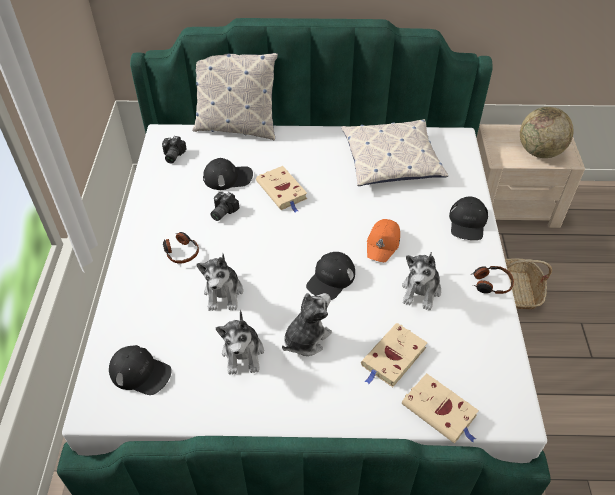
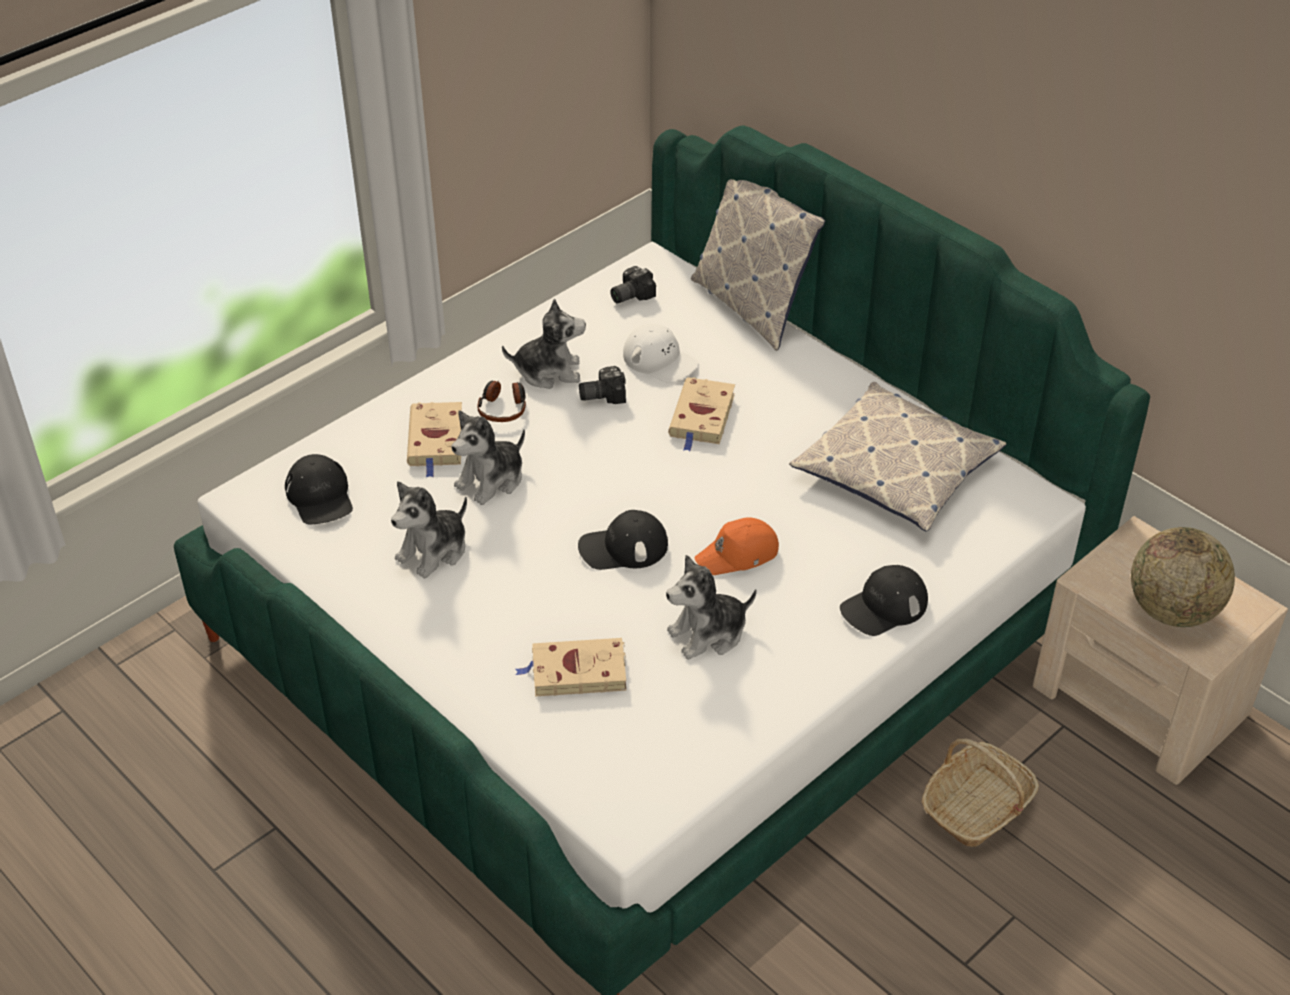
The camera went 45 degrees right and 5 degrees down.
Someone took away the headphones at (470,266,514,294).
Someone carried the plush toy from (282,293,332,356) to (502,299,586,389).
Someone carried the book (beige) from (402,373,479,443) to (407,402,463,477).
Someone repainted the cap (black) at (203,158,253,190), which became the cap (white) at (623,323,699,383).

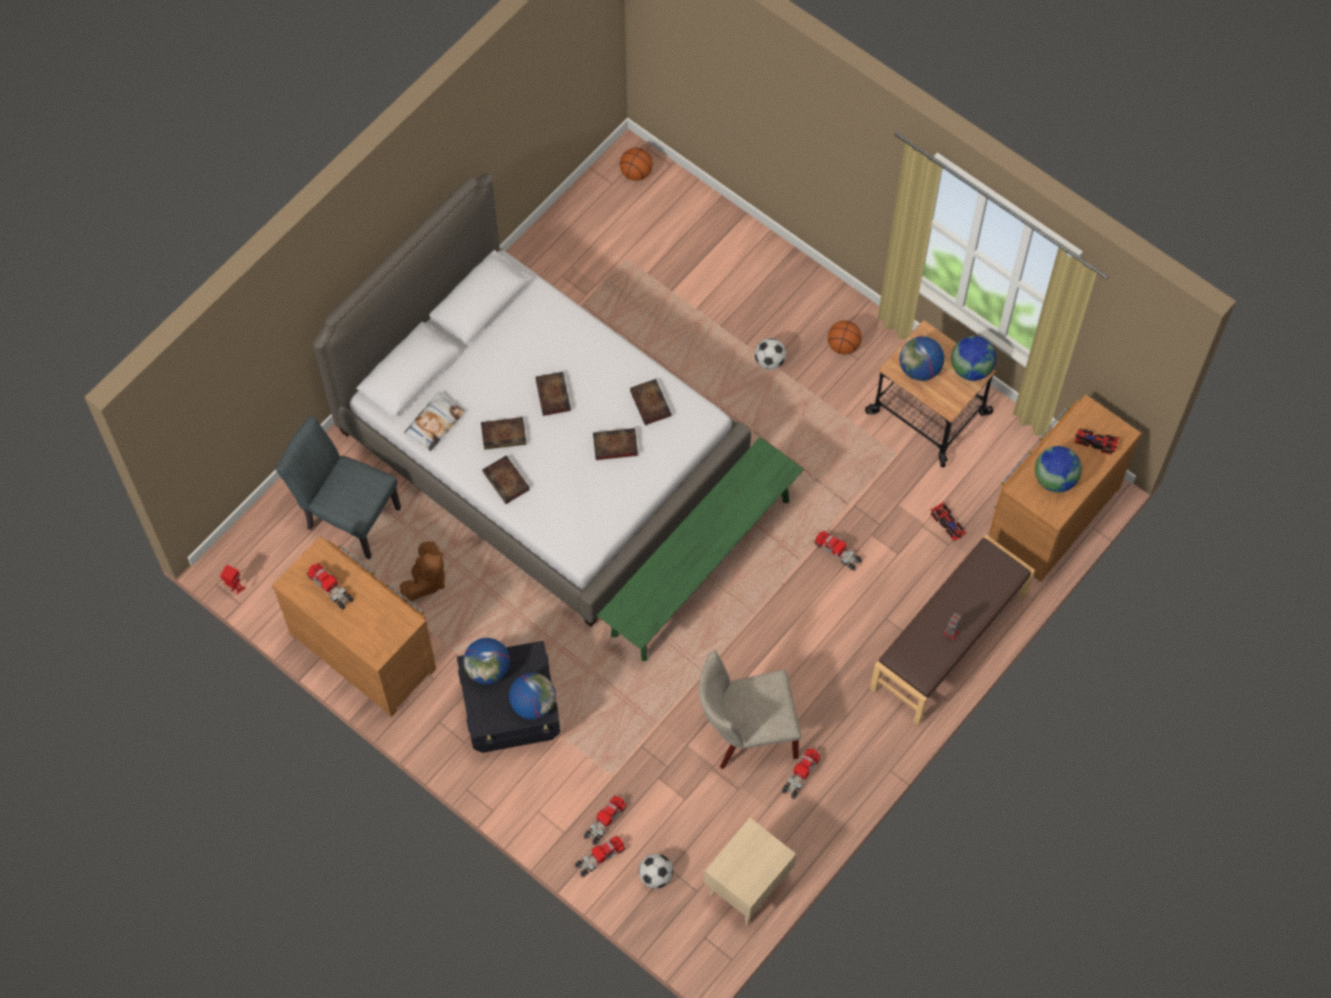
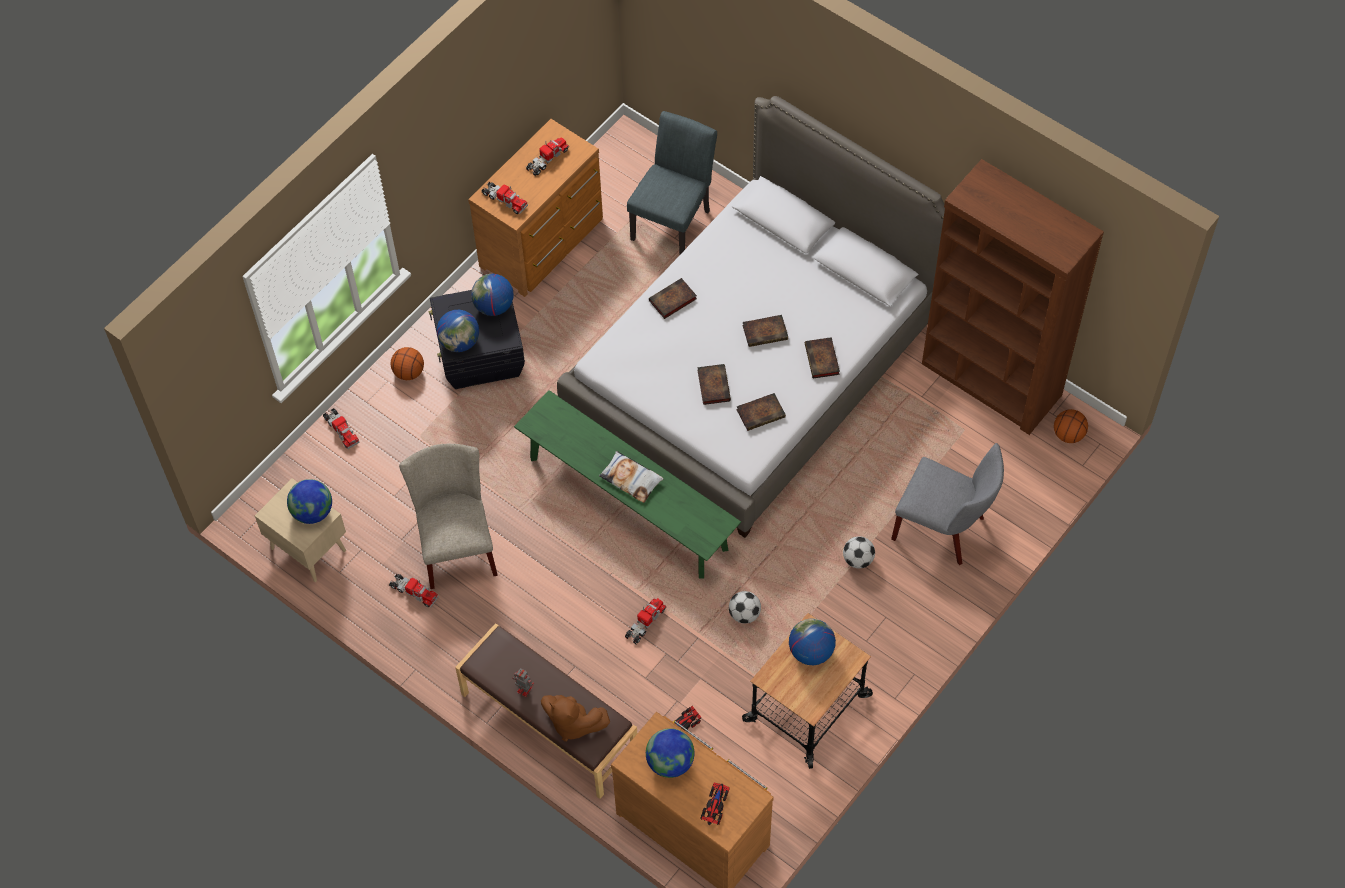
The camera went 90 degrees right and 5 degrees down.
Someone took away the toy robot at (220,565,246,594).
Someone put down the chair (grey) at (891,443,1004,565).
Someone put down the bookcase (brown) at (922,159,1104,435).
Someone carried the plush toy (brown) from (400,541,445,602) to (541,695,610,742).
Someone carried the pillow from (404,391,465,451) to (599,451,664,503).
Someone carried the book from (481,417,526,450) to (805,337,840,379).
Someone carried the toy truck from (583,795,627,846) to (481,182,528,214).
Someone carried the football from (639,854,673,889) to (729,591,761,624).
Someone carried the basketball from (828,321,862,355) to (391,347,424,380).
Someone carried the globe from (951,336,996,381) to (287,479,332,524).

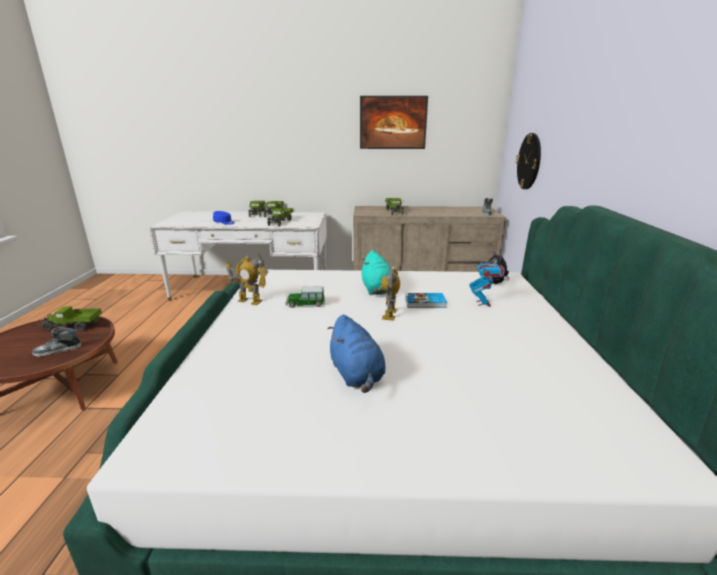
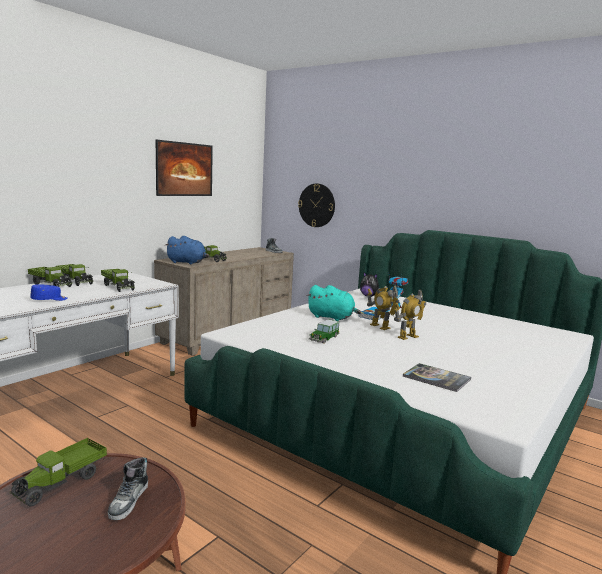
The camera went 55 degrees left and 10 degrees down.
Someone put down the book at (402,363,471,392).
Someone carried the toy robot from (225,254,268,305) to (394,289,426,340).
Someone carried the plush toy (blue) from (327,315,386,393) to (165,236,209,265).

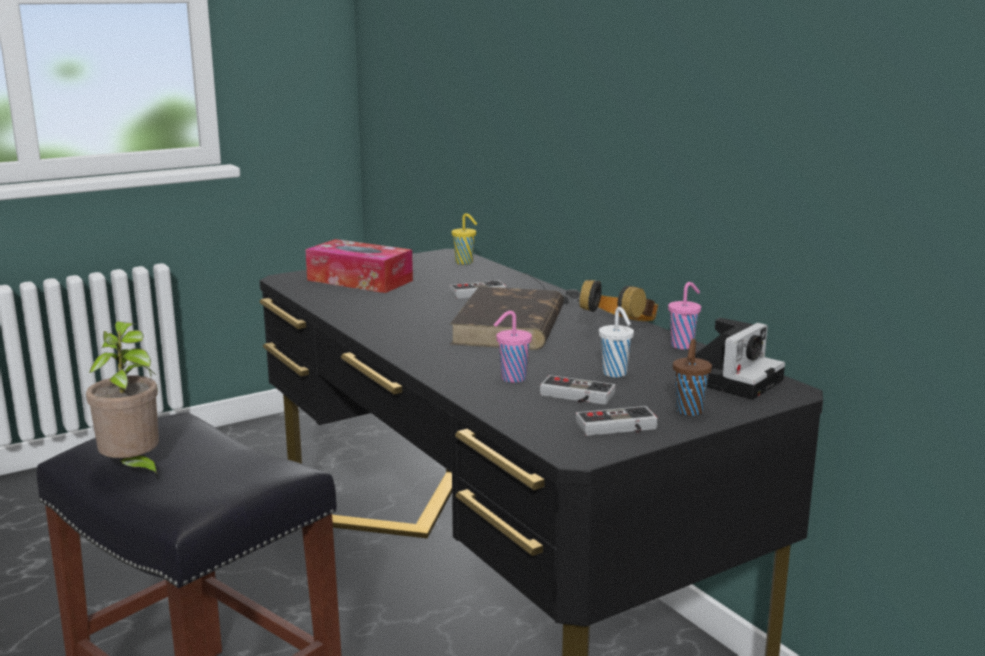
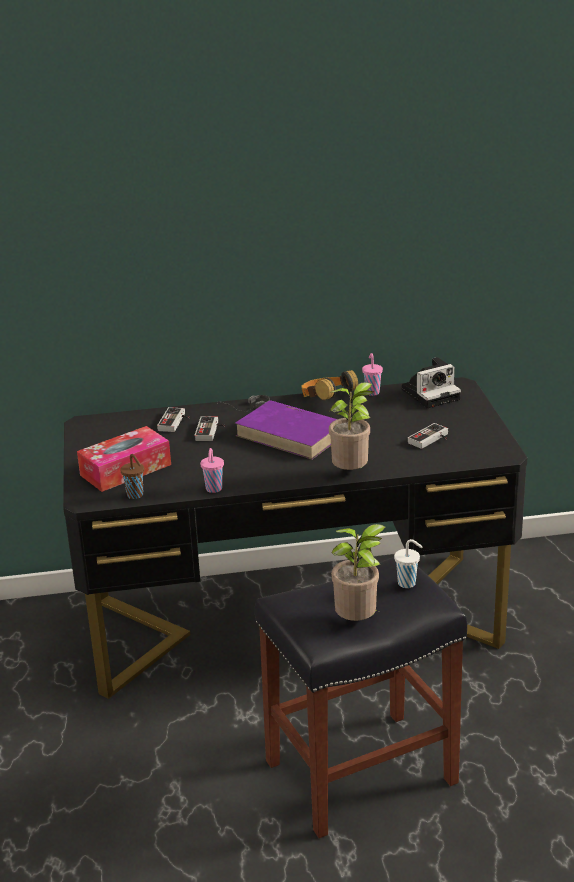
The camera went 65 degrees left and 10 degrees up.
Someone took away the cup (yellow) at (451,213,477,265).
Someone put down the potted plant at (329,382,373,470).
Someone carried the cup (pink) from (494,311,532,383) to (200,448,224,493).
Someone carried the game controller from (576,406,658,436) to (157,407,190,432).
Someone carried the cup (white) from (599,307,634,378) to (394,539,422,588).
Someone carried the cup (brown) from (673,339,712,416) to (120,454,144,499).
Someone repainted the book (brown) at (450,286,564,350), which became the book (purple) at (235,400,337,460).
Someone rotated the photo camera at (695,318,785,400) by 90 degrees clockwise.

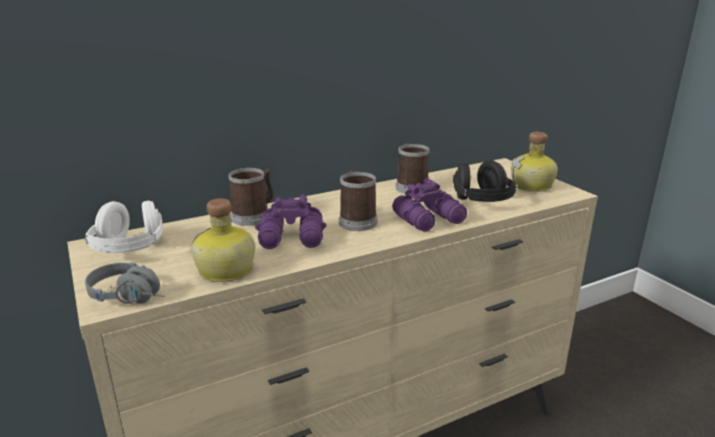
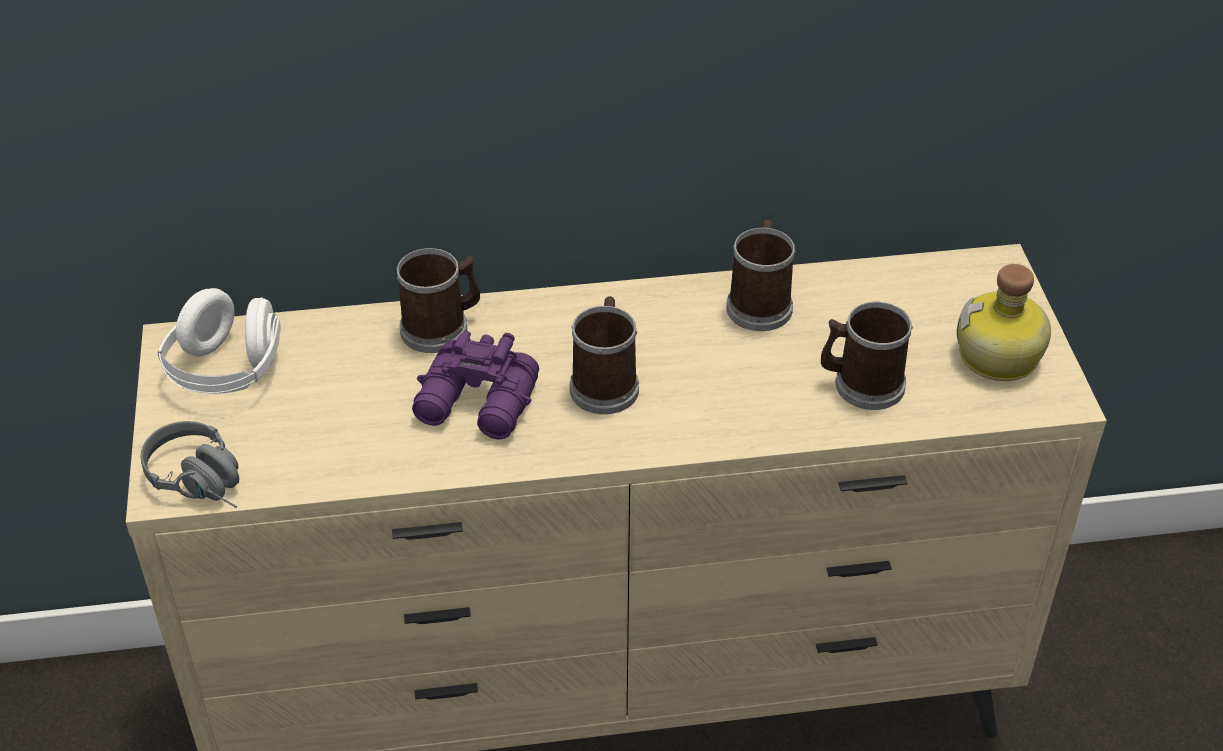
The camera went 20 degrees right and 20 degrees up.
Someone took away the bottle at (192,198,255,282).
Someone took away the binoculars (purple) at (392,178,467,232).
Someone swapped the headphones (black) at (453,160,517,202) for the mug at (821,302,913,410).

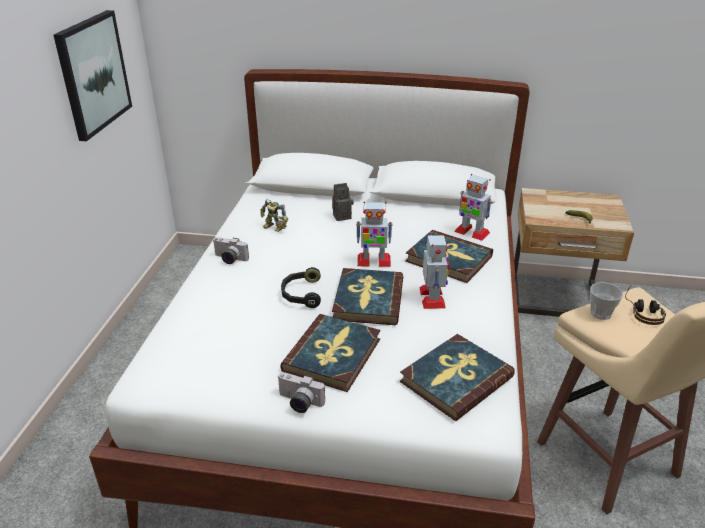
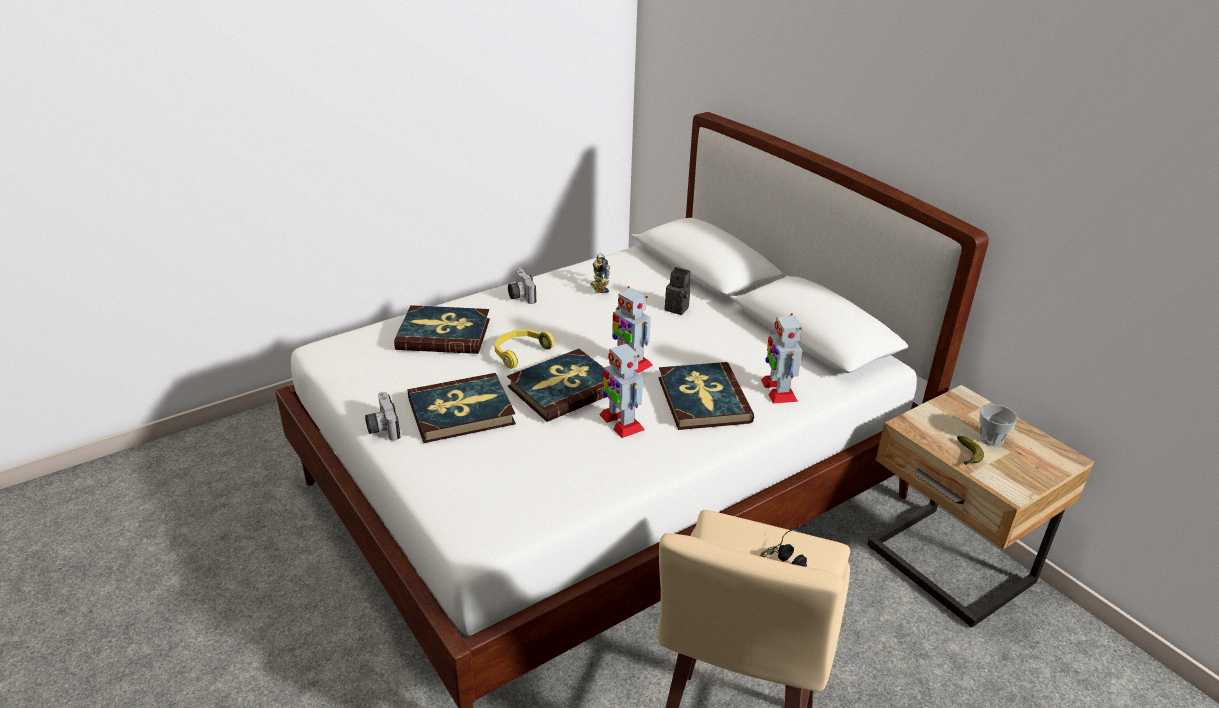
The camera went 45 degrees right and 0 degrees up.
Someone took away the picture at (53,10,132,141).
Someone carried the book from (400,334,515,421) to (394,305,490,354).
Someone carried the cup from (590,282,623,320) to (979,404,1017,446).
Someone repainted the headphones (black) at (281,267,321,308), which became the headphones (yellow) at (495,329,554,369).
Someone rotated the toy robot at (420,232,449,309) by 105 degrees clockwise.

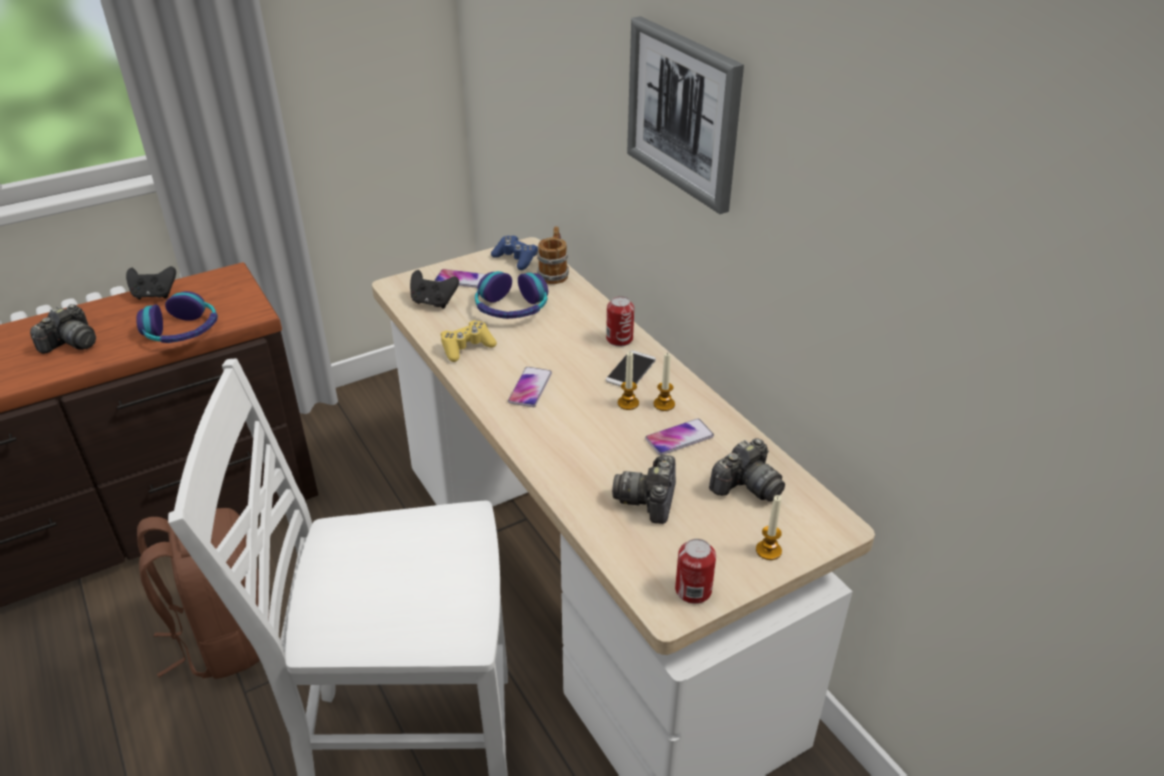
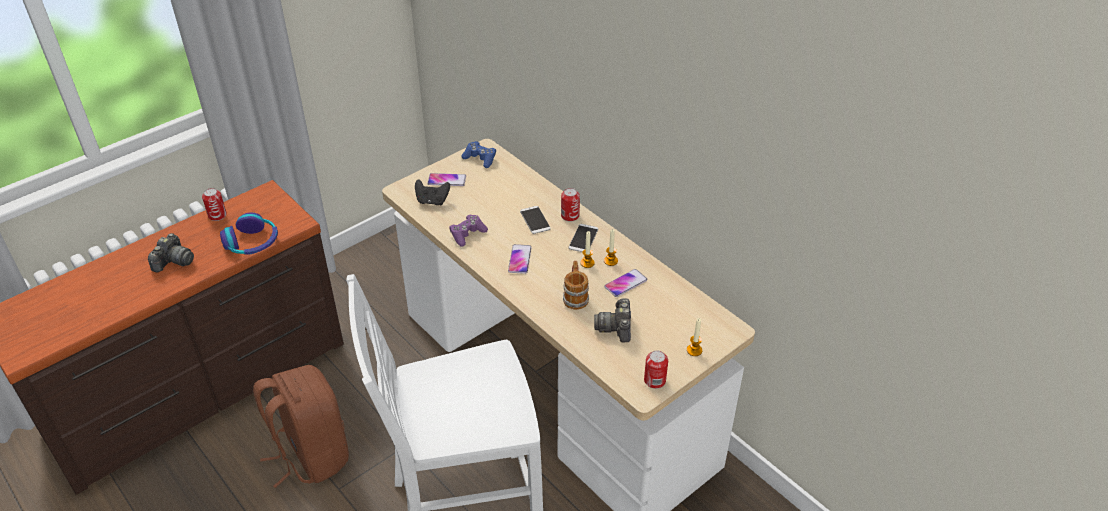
The camera went 10 degrees left and 5 degrees up.
Someone took away the headphones at (475,271,548,319).
Someone took away the picture at (627,16,744,214).
Someone took away the photo camera at (709,438,785,502).
Someone put down the phone at (520,206,551,234).
Someone carried the mug from (537,226,569,284) to (563,261,589,310).
Someone swapped the game controller (black) at (126,266,176,299) for the can at (202,188,227,221).
Someone repainted the game controller (yellow) at (441,320,497,362), which became the game controller (purple) at (449,214,488,247).

